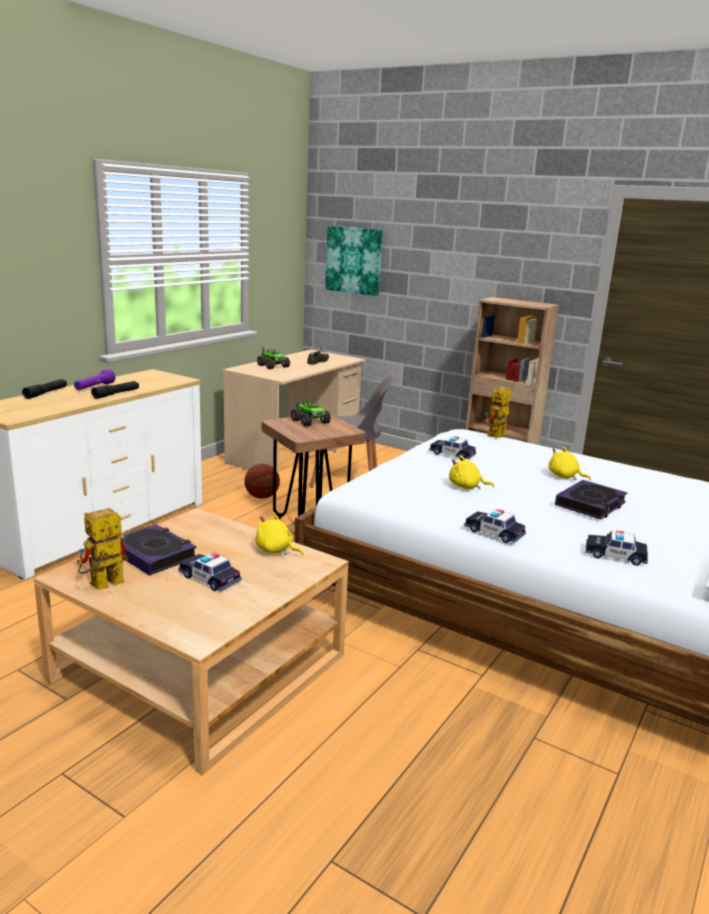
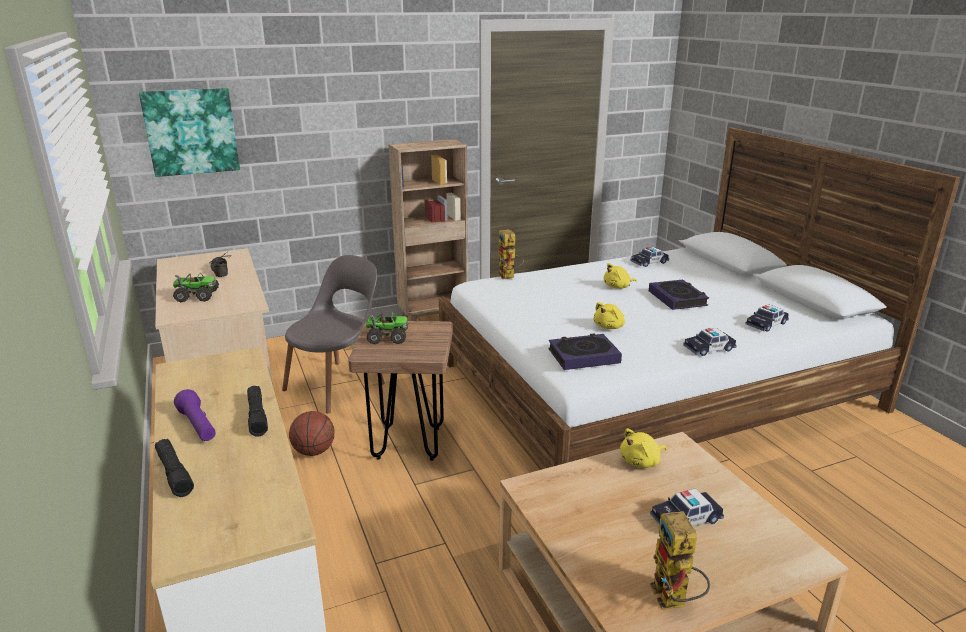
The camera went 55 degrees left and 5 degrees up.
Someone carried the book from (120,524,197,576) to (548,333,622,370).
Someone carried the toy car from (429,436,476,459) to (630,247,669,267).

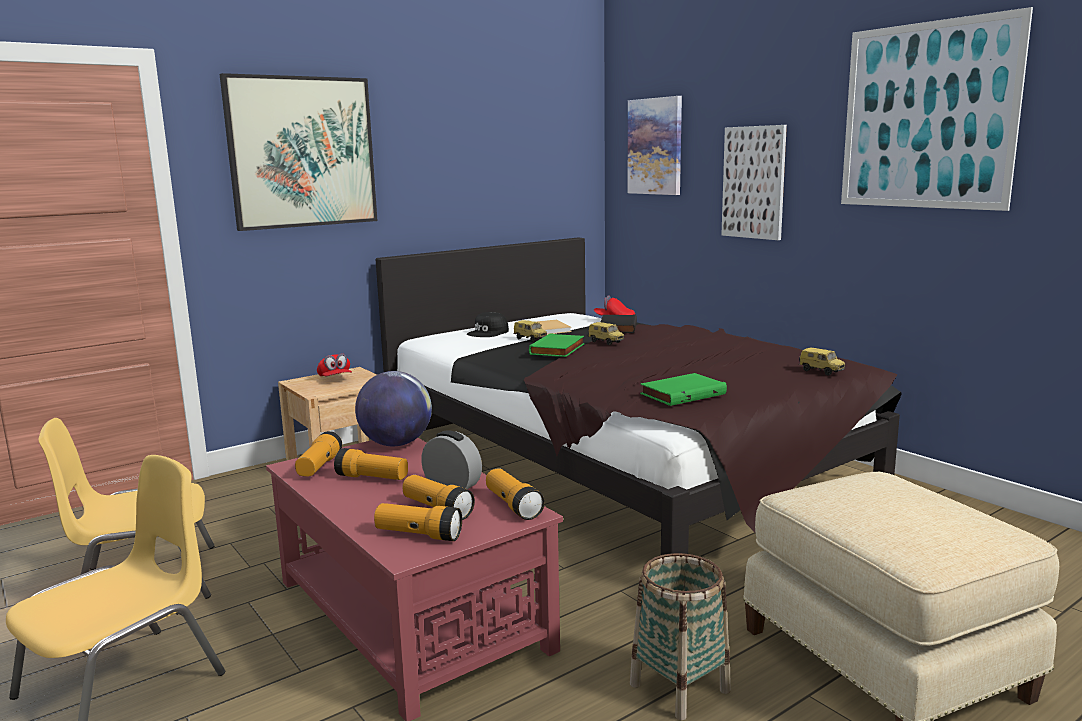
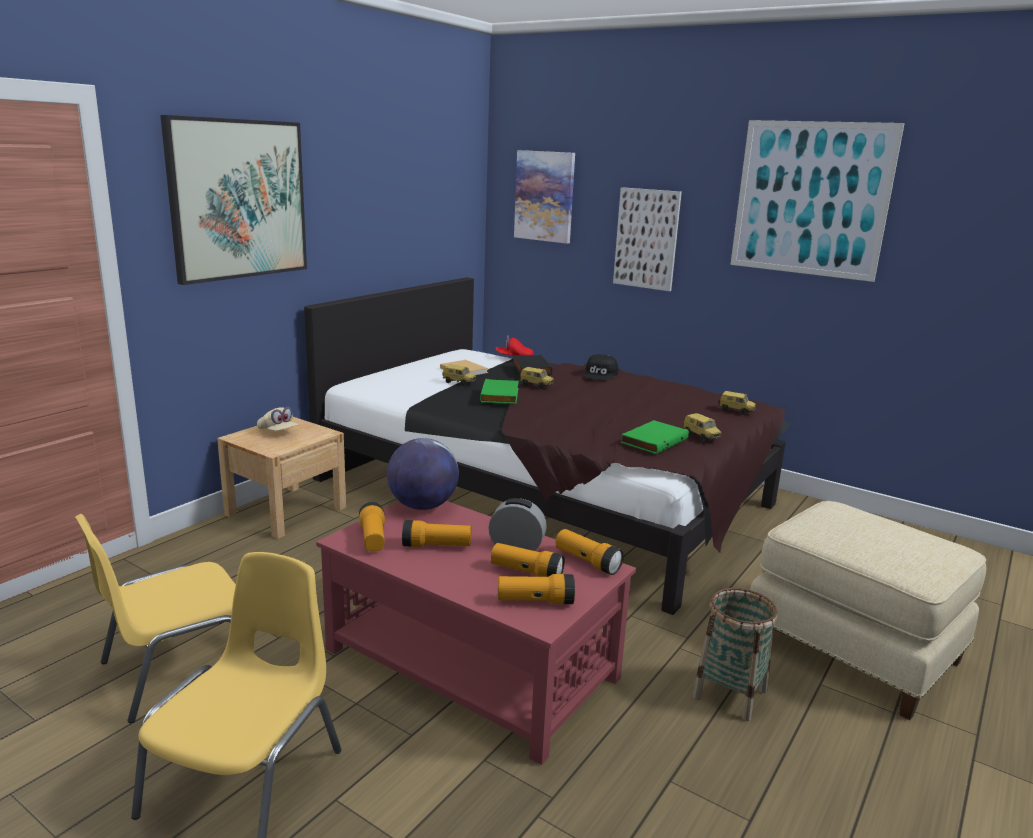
The camera went 20 degrees left and 5 degrees up.
Someone put down the toy car at (683,413,722,442).
Someone carried the cap (black) from (467,312,509,337) to (583,354,618,380).
Someone repainted the cap (red) at (317,354,352,376), which became the cap (beige) at (257,407,299,431).

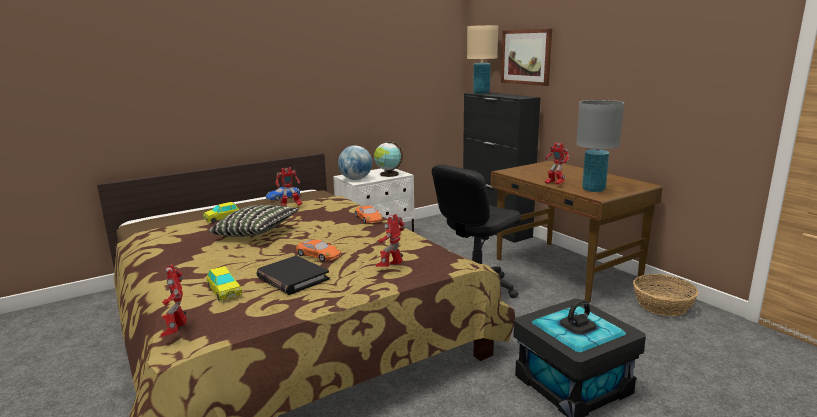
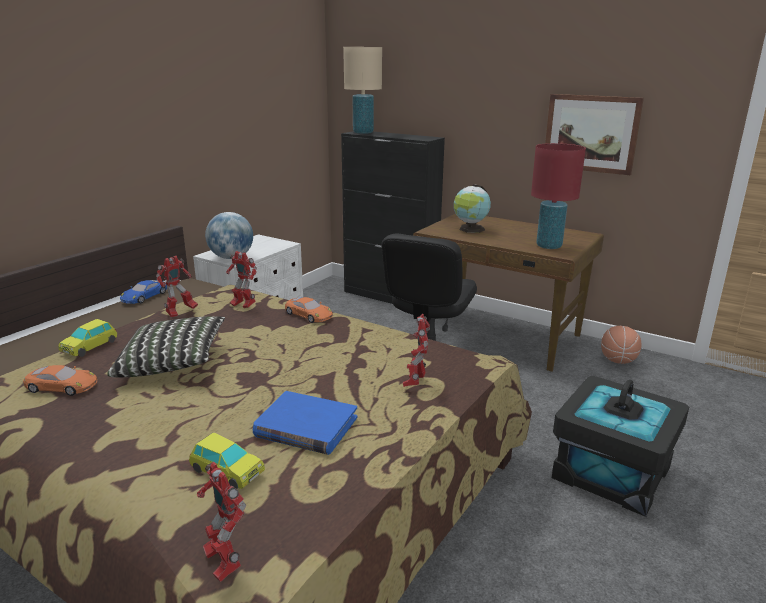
The camera went 25 degrees left and 5 degrees up.
Someone carried the toy car (orange) from (296,240,341,262) to (23,365,97,396).
Someone carried the globe from (374,142,403,177) to (454,184,491,233).
Someone carried the picture from (501,29,552,86) to (545,94,644,175).
Someone carried the toy robot from (545,142,569,185) to (226,251,257,308).
Someone swapped the basket at (633,274,699,316) for the basketball at (601,326,642,364).
Someone repainted the book (black) at (257,255,329,295), which became the book (blue) at (253,391,357,455).
Someone repainted the table lamp (grey) at (576,100,624,192), which became the table lamp (red) at (531,143,586,249).

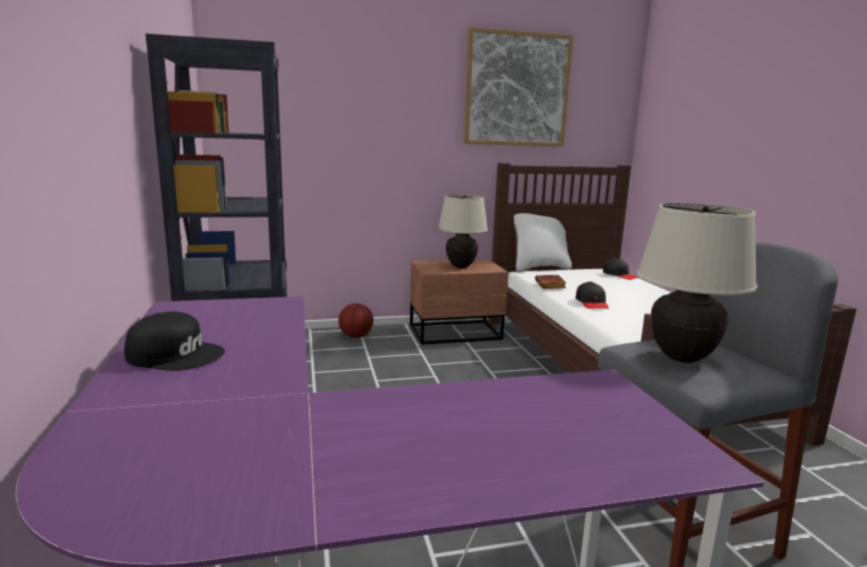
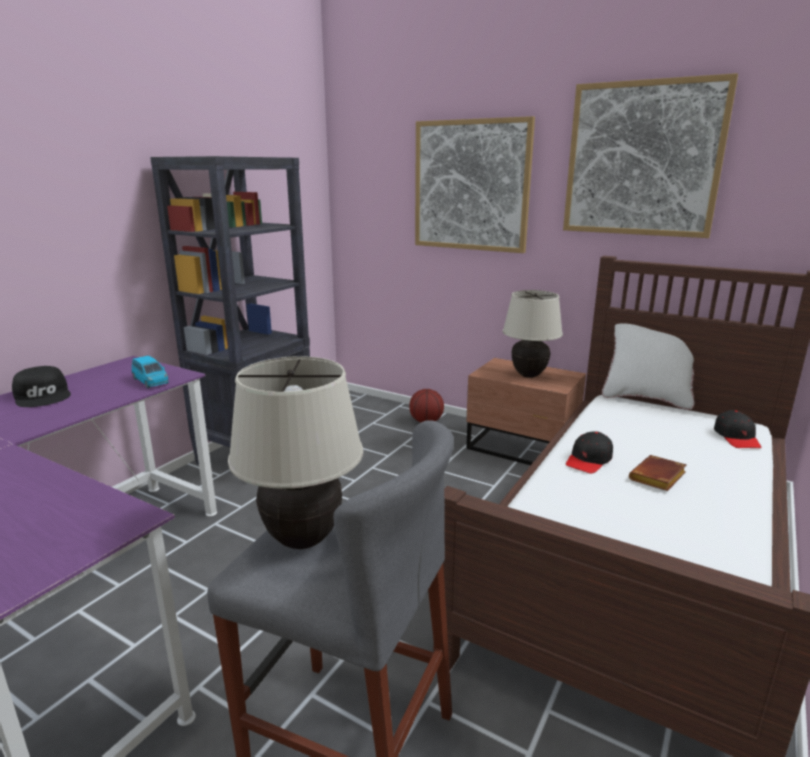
The camera went 45 degrees right and 5 degrees up.
Someone put down the toy car (blue) at (132,356,169,388).
Someone put up the picture at (415,116,535,253).
Someone carried the book (brown) from (535,275,566,289) to (629,455,687,491).

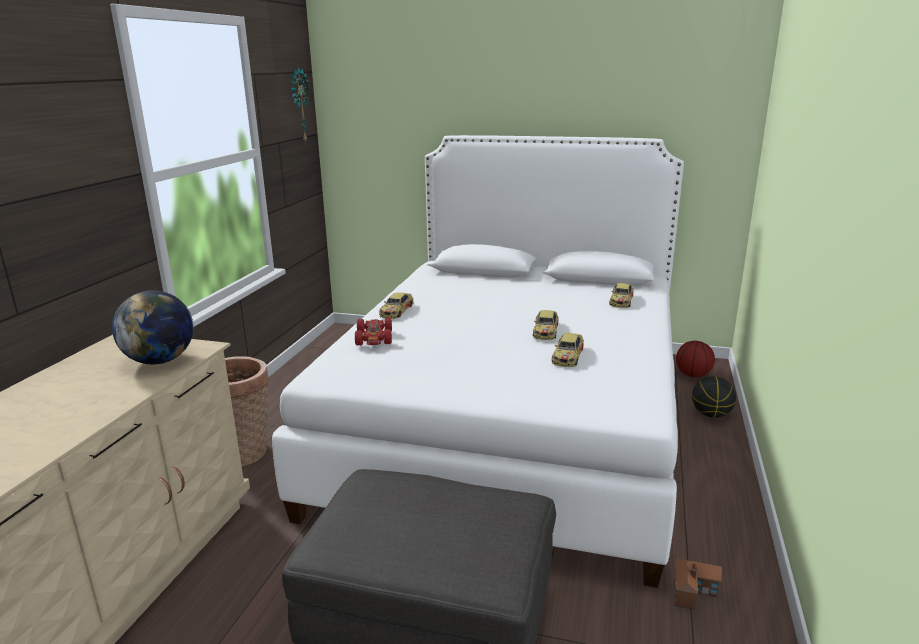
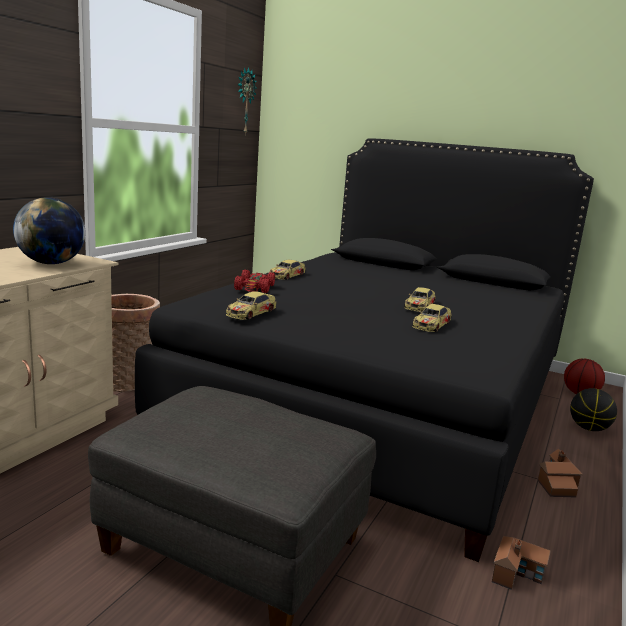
The camera went 10 degrees right and 5 degrees down.
Someone put down the toy house at (538,448,583,497).
Someone carried the toy car from (610,283,634,308) to (226,291,277,319).
Someone repainted the bed (white) at (272,135,684,588), which became the bed (black) at (135,138,594,562).

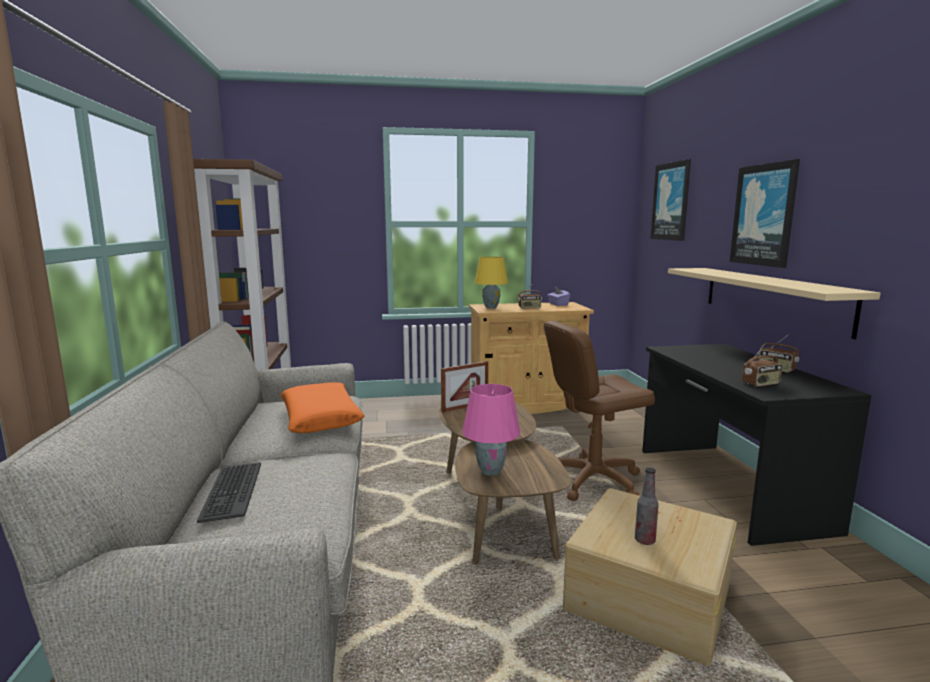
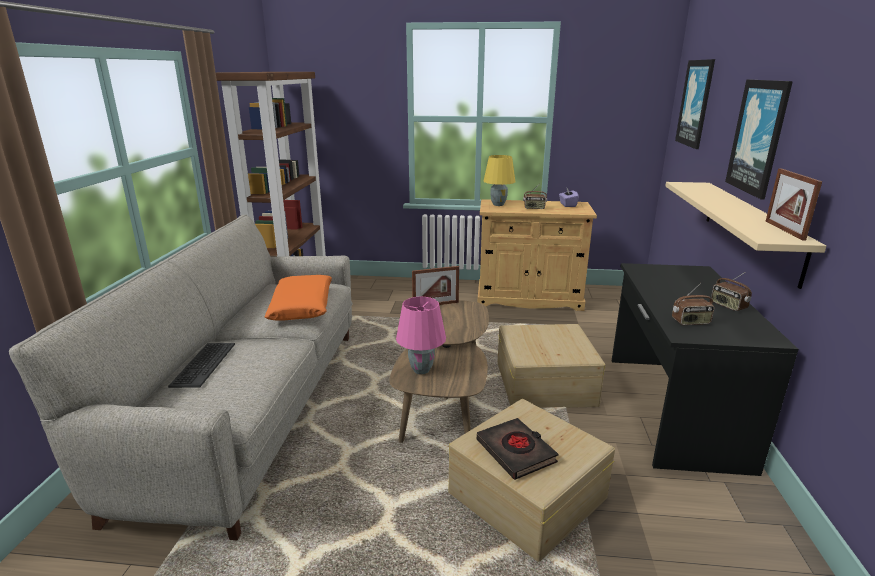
The camera went 15 degrees right and 10 degrees up.
Someone put down the picture frame at (766,168,822,241).
Someone swapped the office chair (brown) at (544,321,655,501) for the storage box (beige) at (497,324,605,408).
Someone swapped the bottle at (635,468,659,545) for the book (black) at (477,418,558,480).

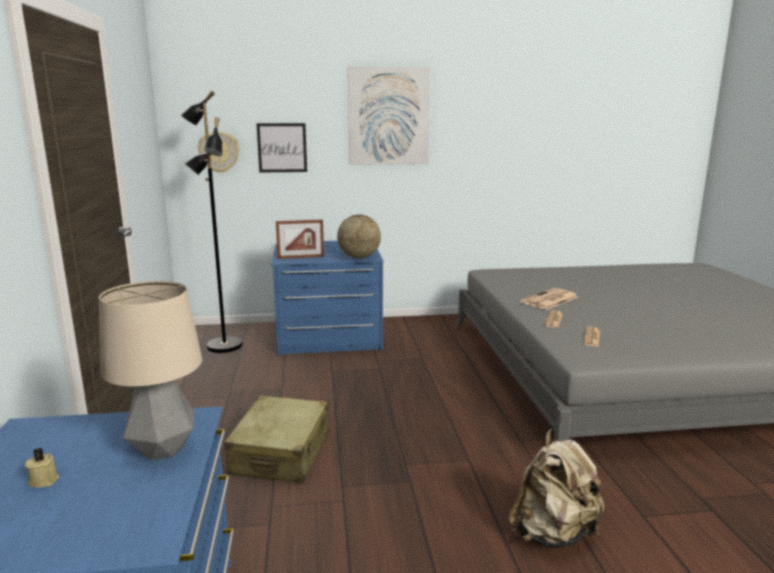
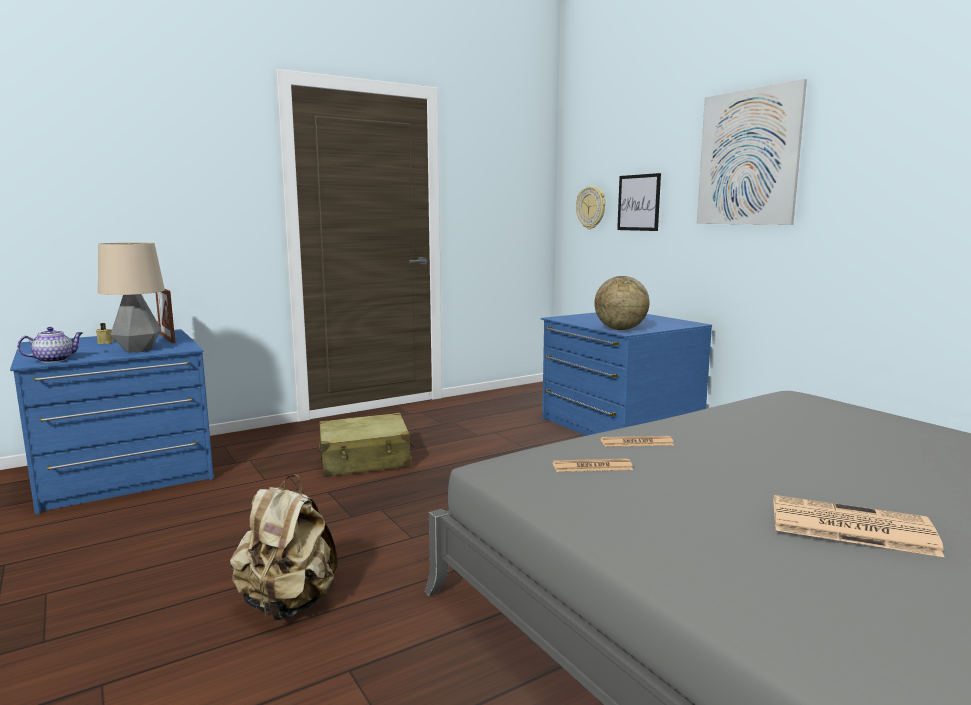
The camera went 65 degrees right and 5 degrees down.
Someone took away the floor lamp (black) at (181,90,243,353).
Someone put down the teapot at (17,327,83,363).
Someone carried the picture frame from (276,219,324,259) to (155,289,175,343).
Someone carried the newspaper from (521,288,578,310) to (774,495,944,557).

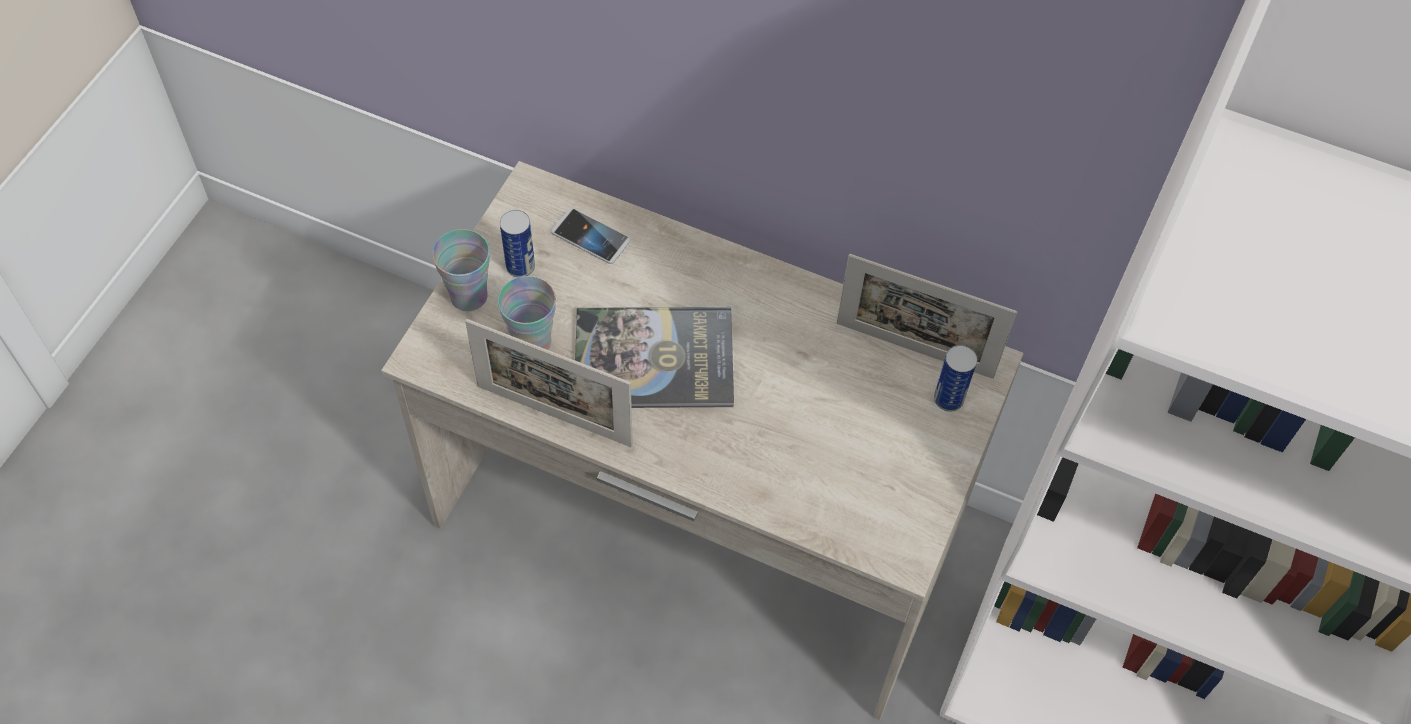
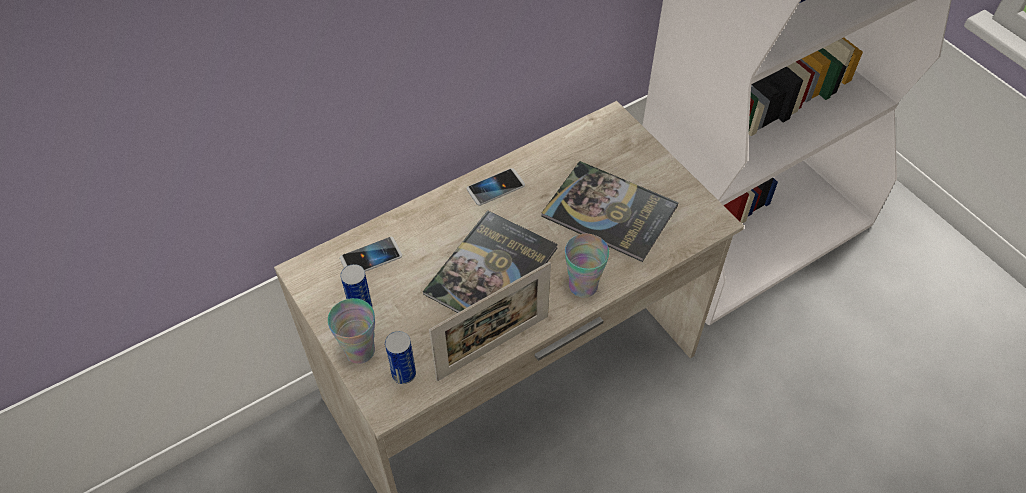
The camera went 55 degrees left and 5 degrees down.
Someone took away the picture frame at (837,254,1017,379).
Someone put down the phone at (467,168,525,206).
Someone put down the book at (541,161,679,262).
Someone carried the cup from (498,276,556,350) to (565,234,609,298).
Someone carried the can from (934,345,977,412) to (385,331,416,384).

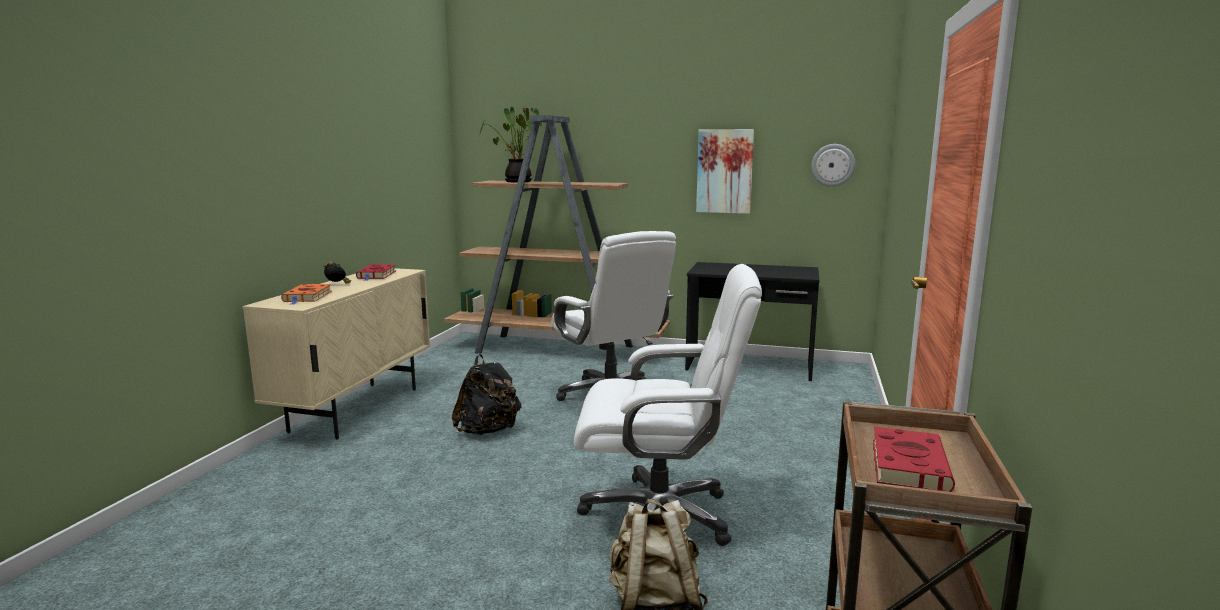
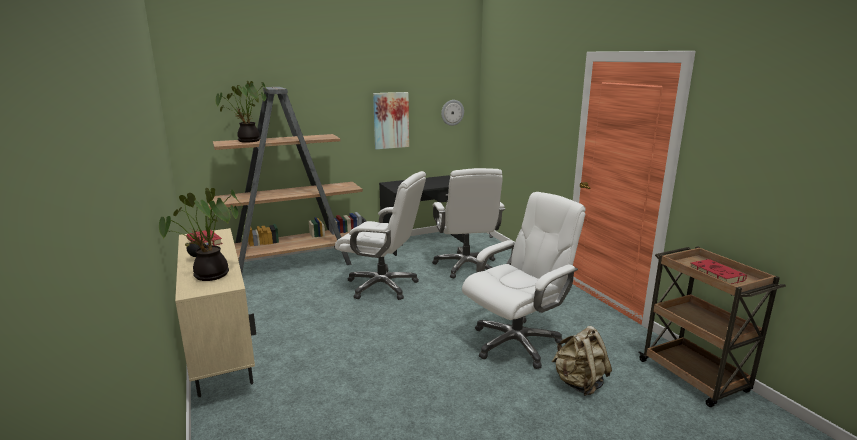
The camera went 40 degrees left and 5 degrees up.
Someone took away the backpack (black) at (452,354,522,435).
Someone put down the office chair (white) at (432,168,506,278).
Someone swapped the book (orange) at (281,284,332,305) for the potted plant at (159,188,243,281).

